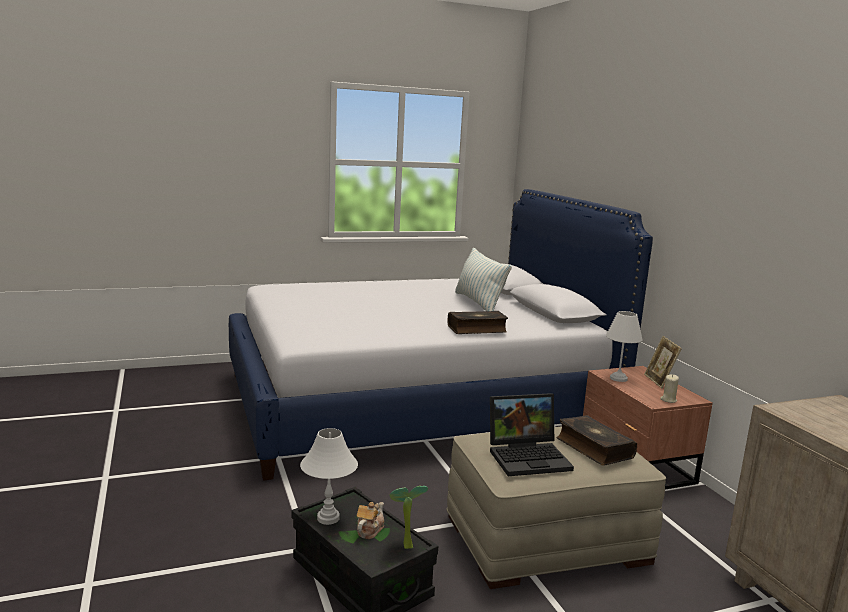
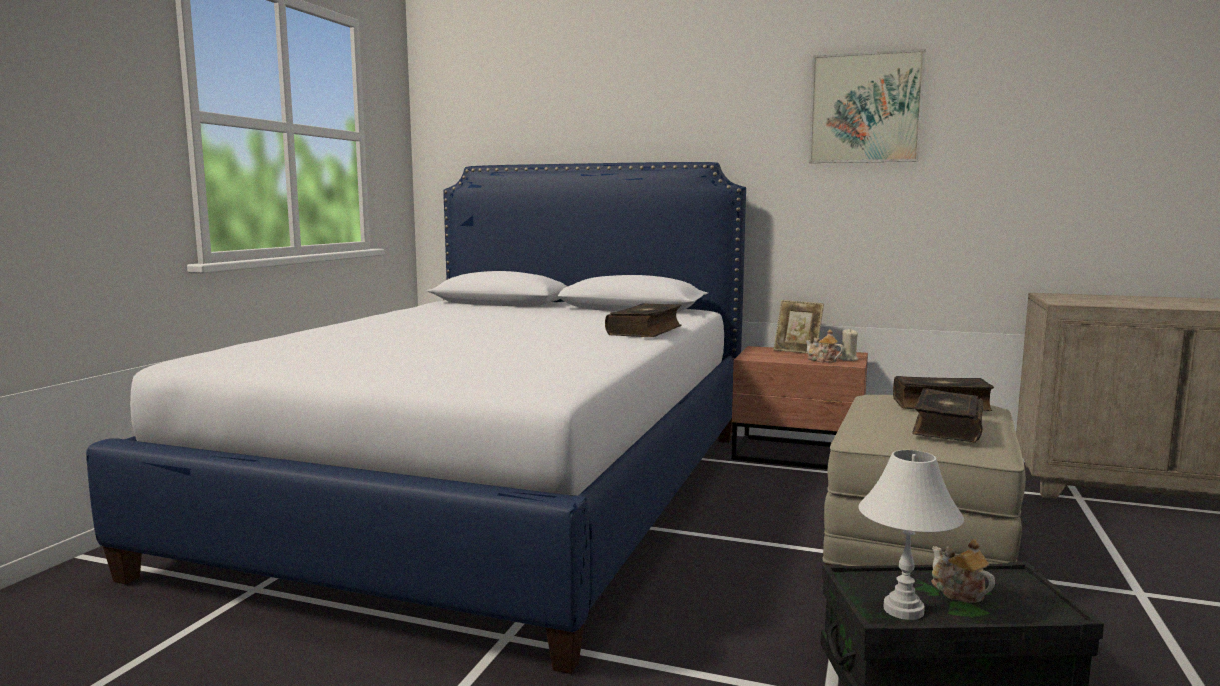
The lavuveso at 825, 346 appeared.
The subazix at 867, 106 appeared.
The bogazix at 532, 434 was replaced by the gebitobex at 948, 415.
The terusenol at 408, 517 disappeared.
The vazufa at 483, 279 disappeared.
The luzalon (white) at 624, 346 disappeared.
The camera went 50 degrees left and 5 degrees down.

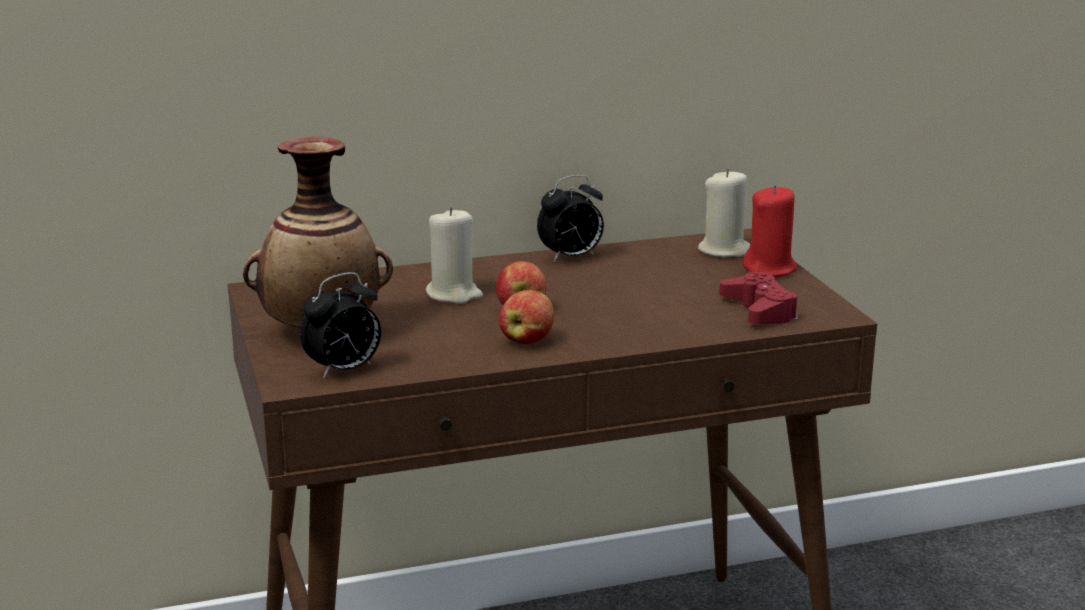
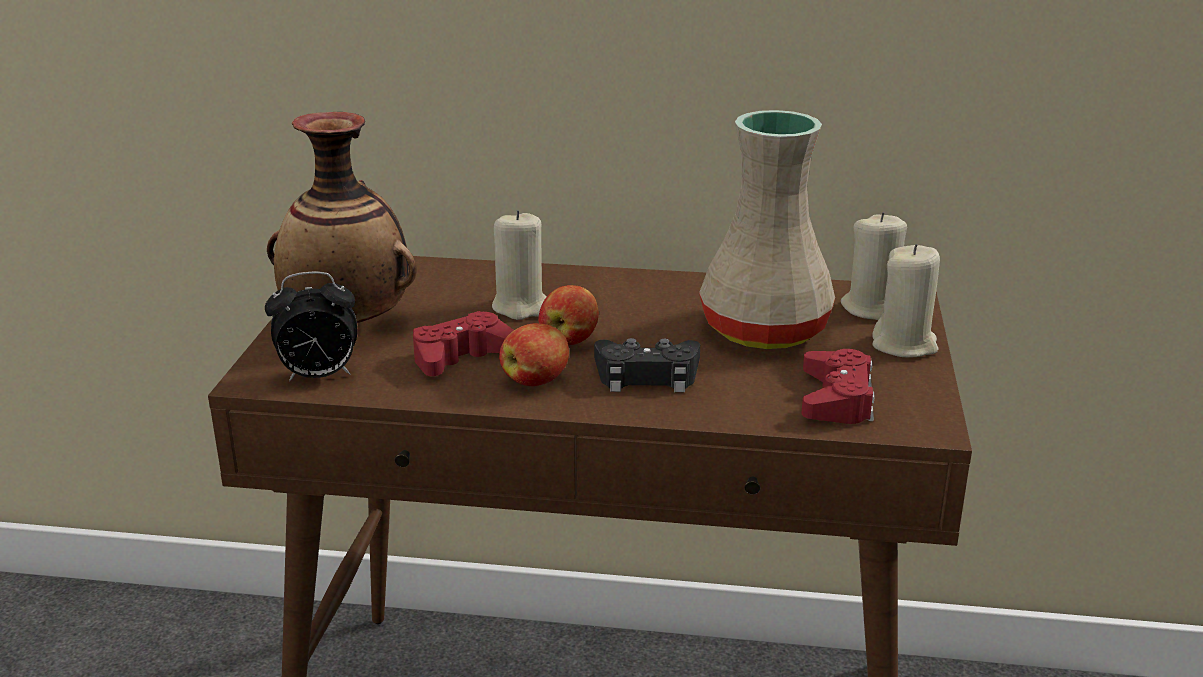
The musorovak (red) at 463, 343 appeared.
The musorovak (black) at 647, 365 appeared.
The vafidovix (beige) at 767, 229 appeared.
The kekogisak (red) at 770, 231 became the kekogisak (beige) at 906, 300.
The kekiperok at 570, 218 disappeared.
The camera went 25 degrees right and 5 degrees up.

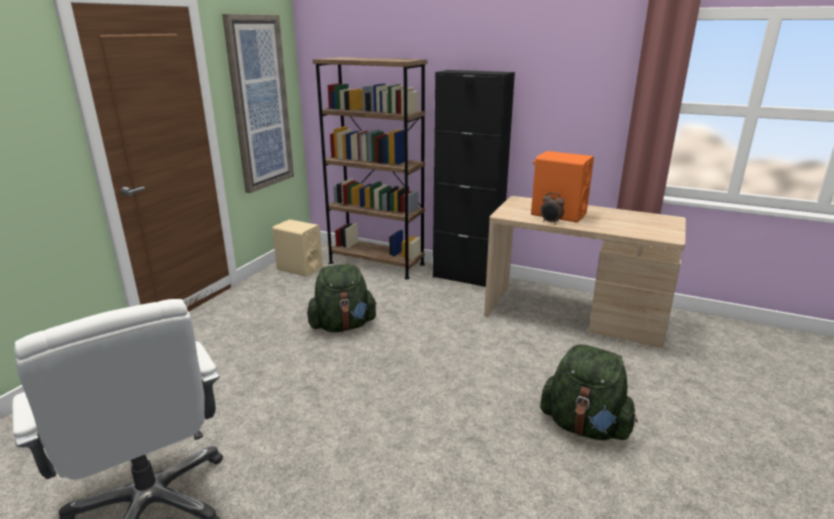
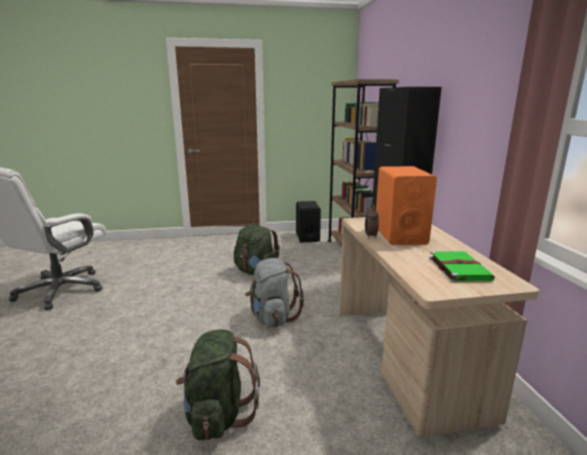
The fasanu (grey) at 274, 293 appeared.
The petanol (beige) at 297, 248 became the petanol (black) at 308, 221.
The gebitobex (green) at 462, 266 appeared.
The subazix at 258, 103 disappeared.
The camera went 55 degrees right and 5 degrees down.

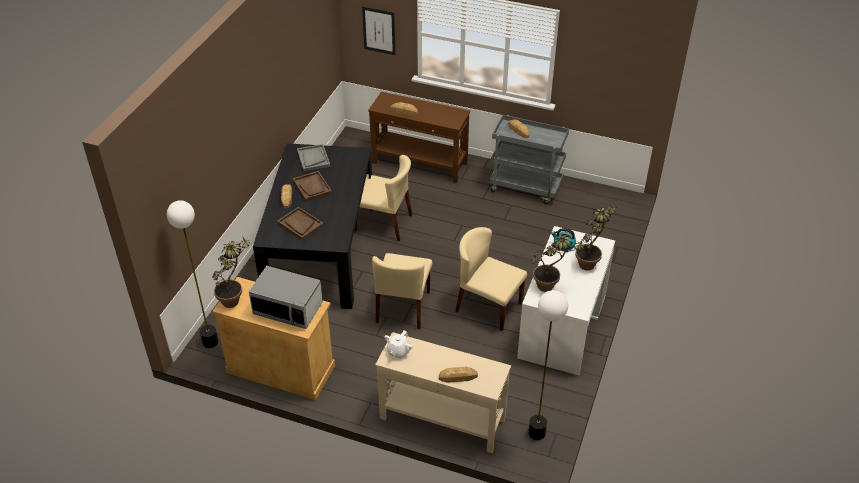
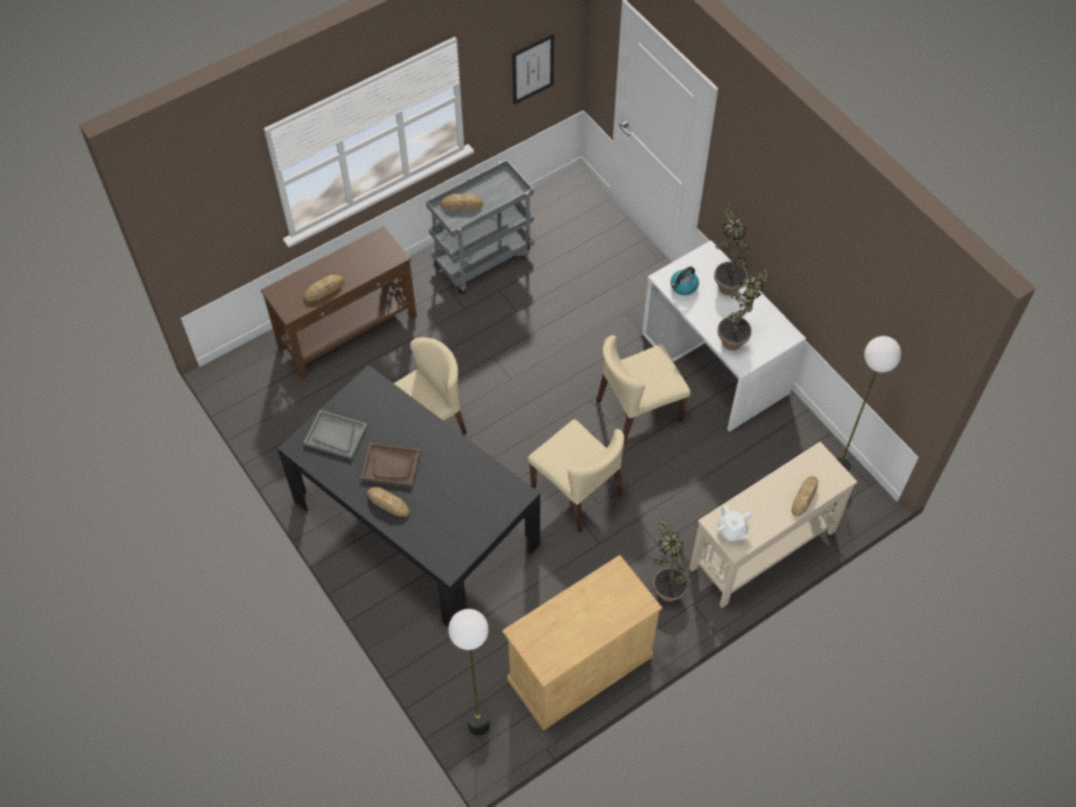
The subazix moved from 378, 30 to 533, 69.
The terusenol moved from 231, 272 to 672, 558.
The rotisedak at 286, 297 disappeared.
The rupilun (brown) at 300, 223 disappeared.
The camera went 55 degrees left and 15 degrees up.

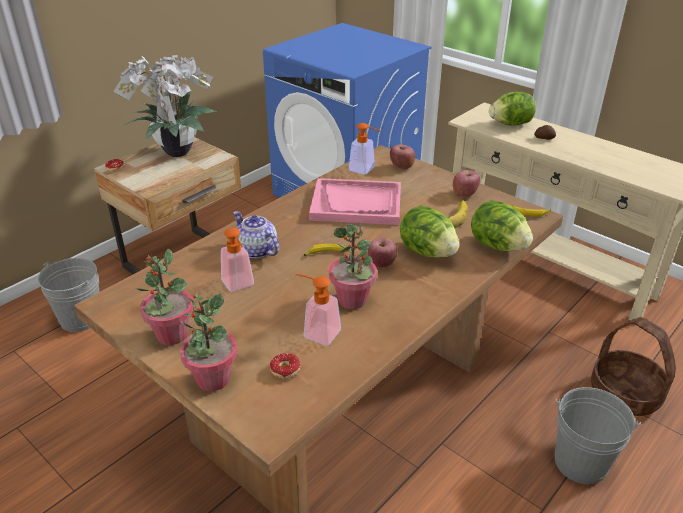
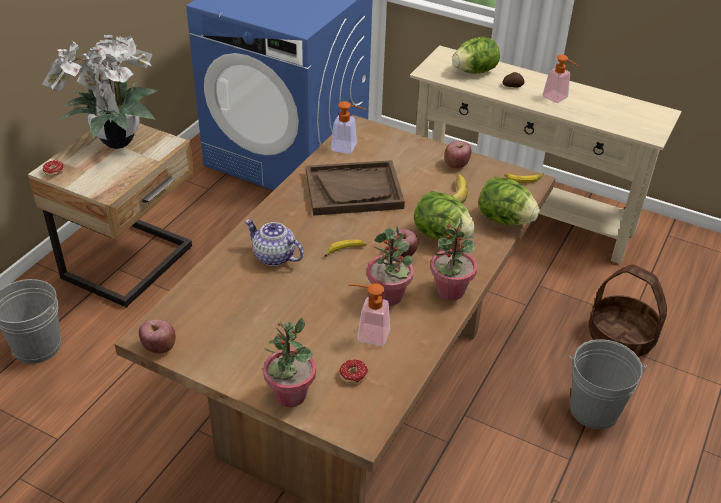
The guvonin moved from 402, 156 to 157, 336.
The rupilun (pink) at 355, 201 became the rupilun (brown) at 355, 188.
The terusenol moved from 164, 297 to 454, 258.
The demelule moved from 237, 260 to 560, 79.
The camera went 15 degrees left and 5 degrees up.

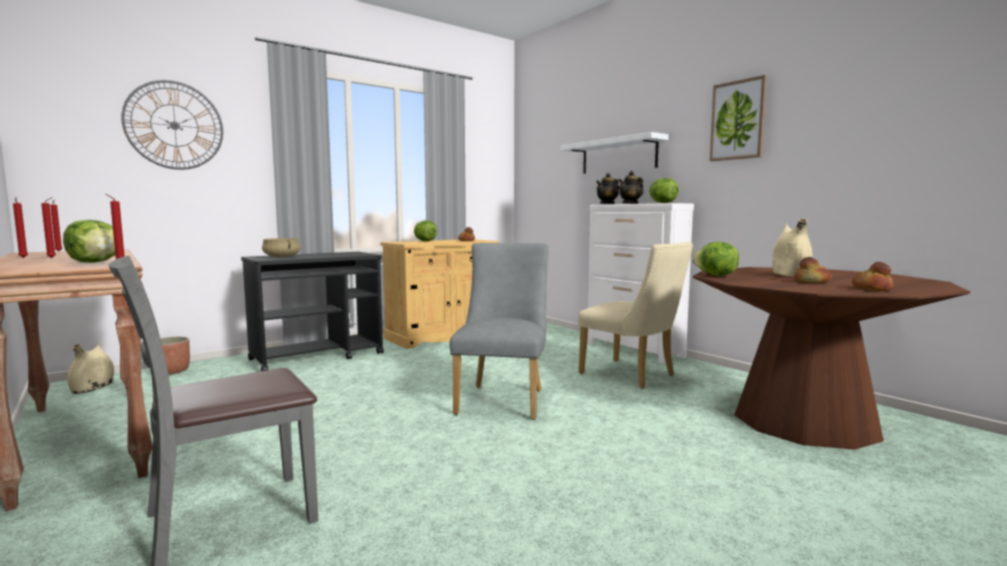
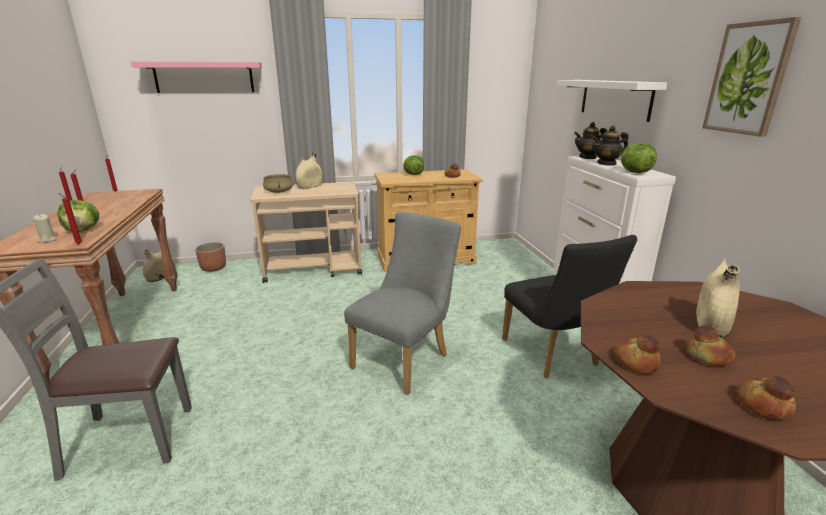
The kekogisak (beige) at 45, 228 appeared.
The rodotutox at 172, 125 was replaced by the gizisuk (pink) at 196, 77.
The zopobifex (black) at 312, 311 became the zopobifex (beige) at 306, 232.
The vafidovix (beige) at 309, 170 appeared.
The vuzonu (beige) at 635, 315 became the vuzonu (black) at 569, 306.
The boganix at 638, 354 appeared.
The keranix at 715, 259 disappeared.
The camera went 25 degrees right and 15 degrees up.

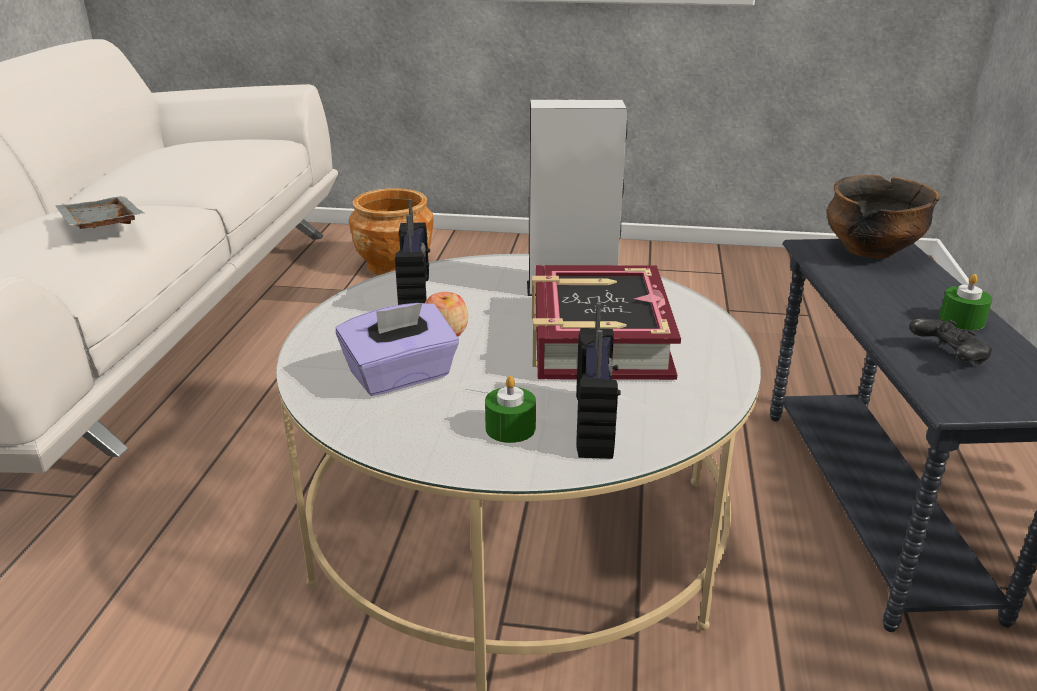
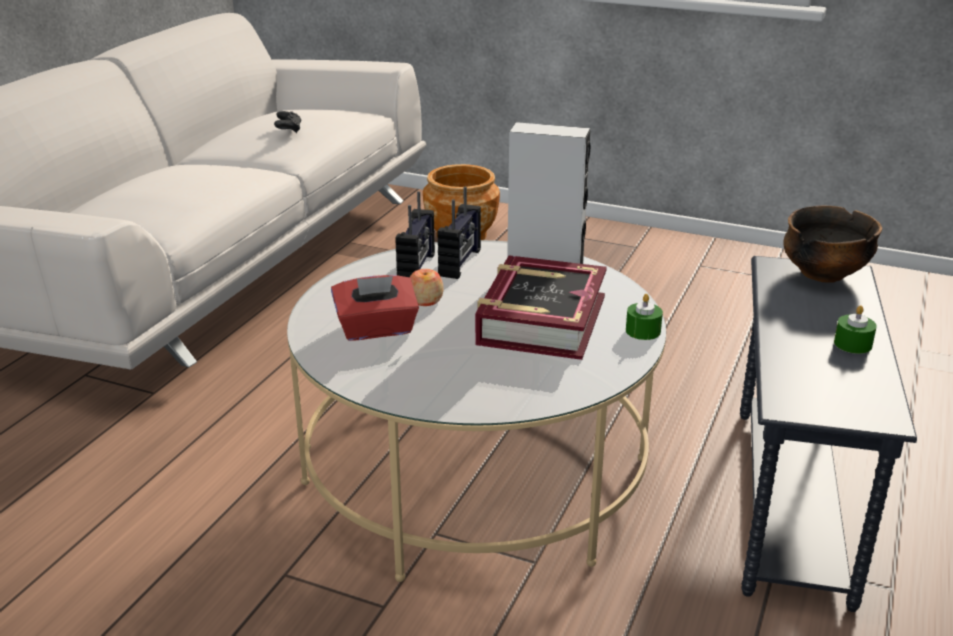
The musorovak (black) moved from 950, 341 to 287, 122.
The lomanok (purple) at 397, 349 became the lomanok (red) at 375, 308.
The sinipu moved from 598, 381 to 459, 233.
The kekogisak (green) moved from 510, 409 to 644, 317.
The rupilun (grey) at 100, 212 disappeared.
The camera went 15 degrees right and 0 degrees up.

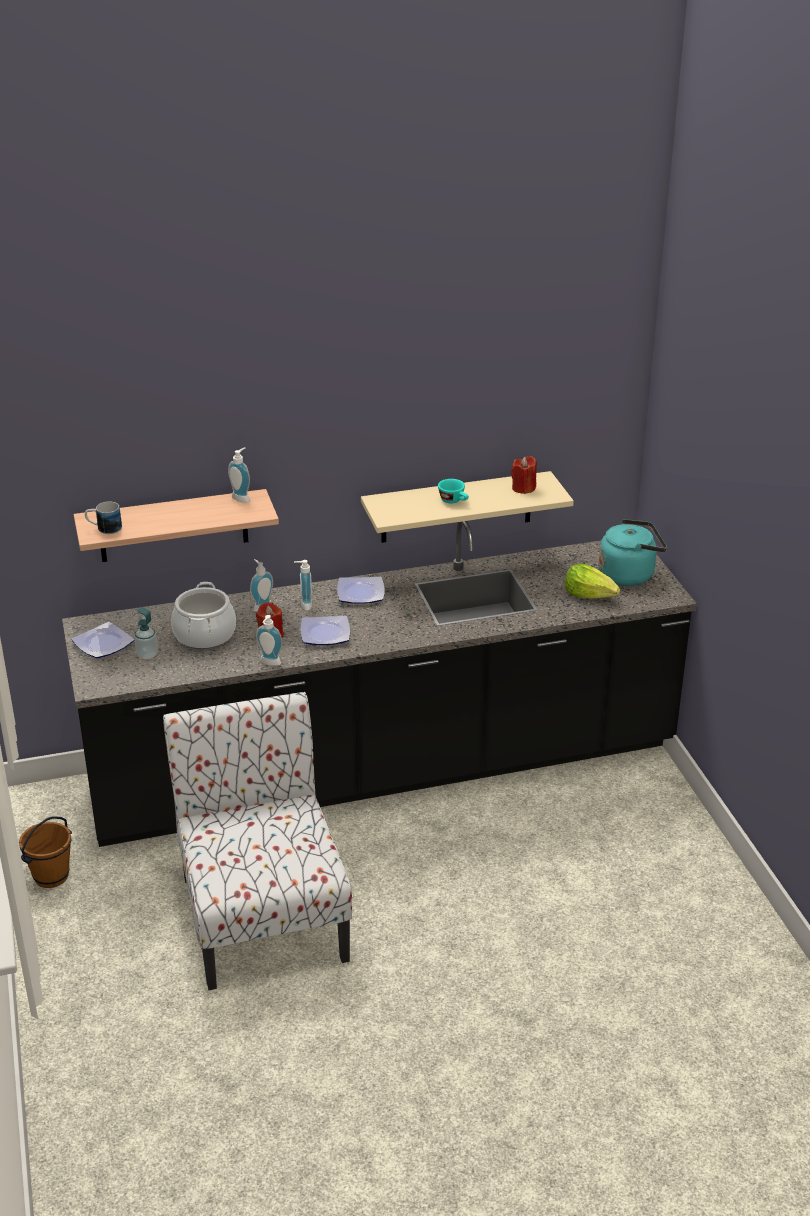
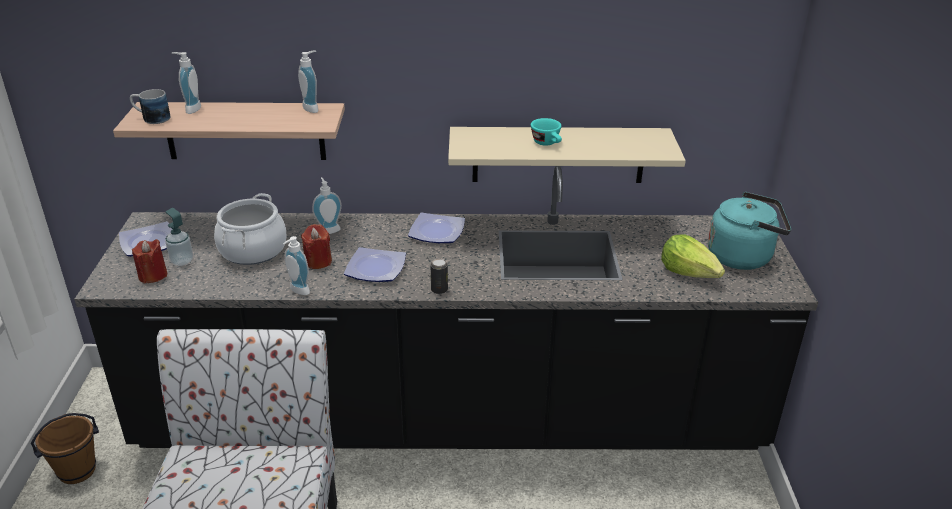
The kekogisak (red) moved from 524, 475 to 149, 261.
The demelule moved from 303, 585 to 186, 83.
The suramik at 439, 276 appeared.
The camera went 15 degrees right and 0 degrees up.

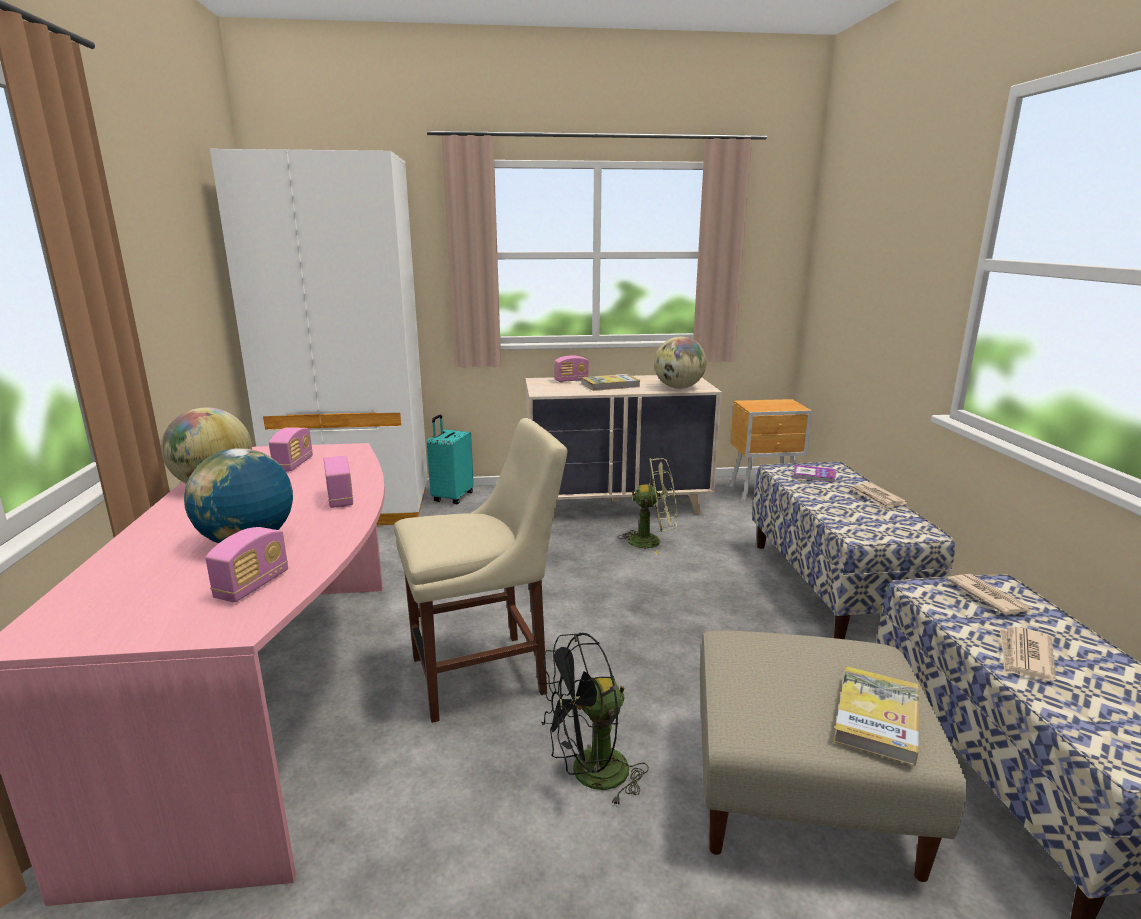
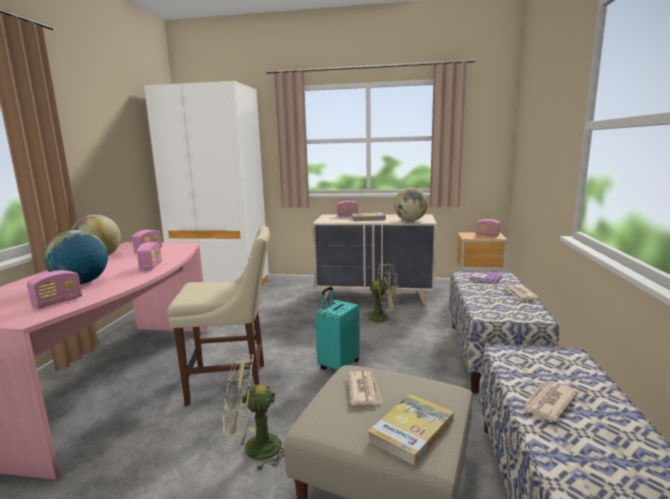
The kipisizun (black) at 594, 718 became the kipisizun (green) at 253, 412.
The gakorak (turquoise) moved from 450, 459 to 337, 328.
The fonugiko moved from 989, 594 to 365, 388.
The sinipu at 488, 227 appeared.
The camera went 15 degrees right and 5 degrees down.

